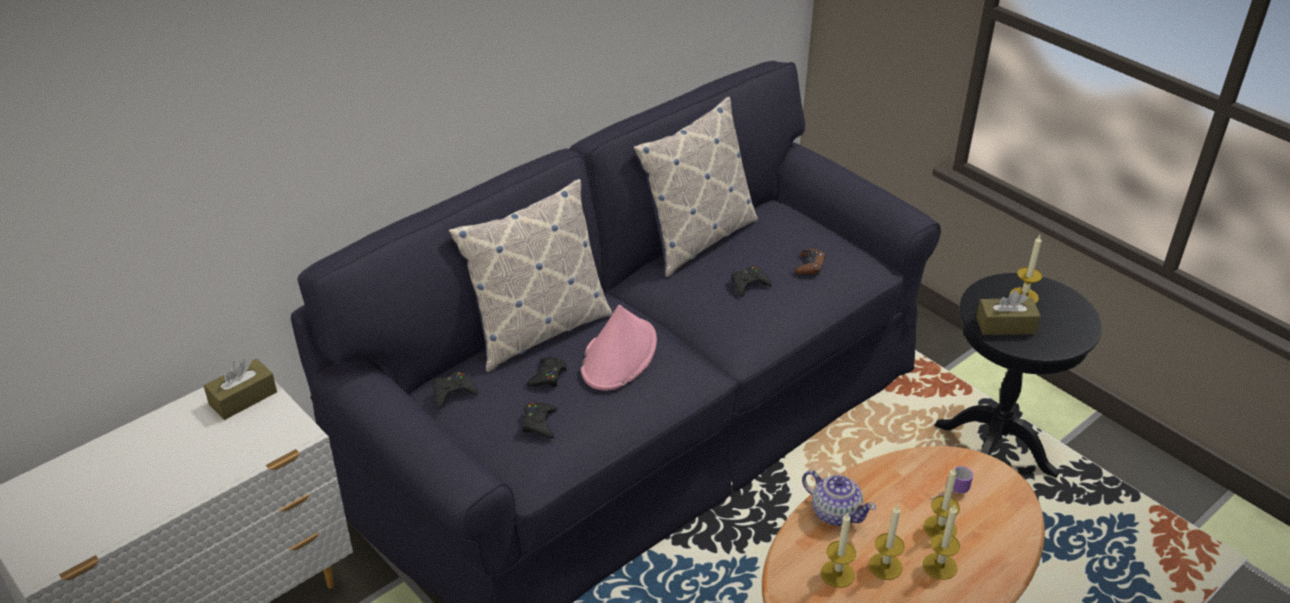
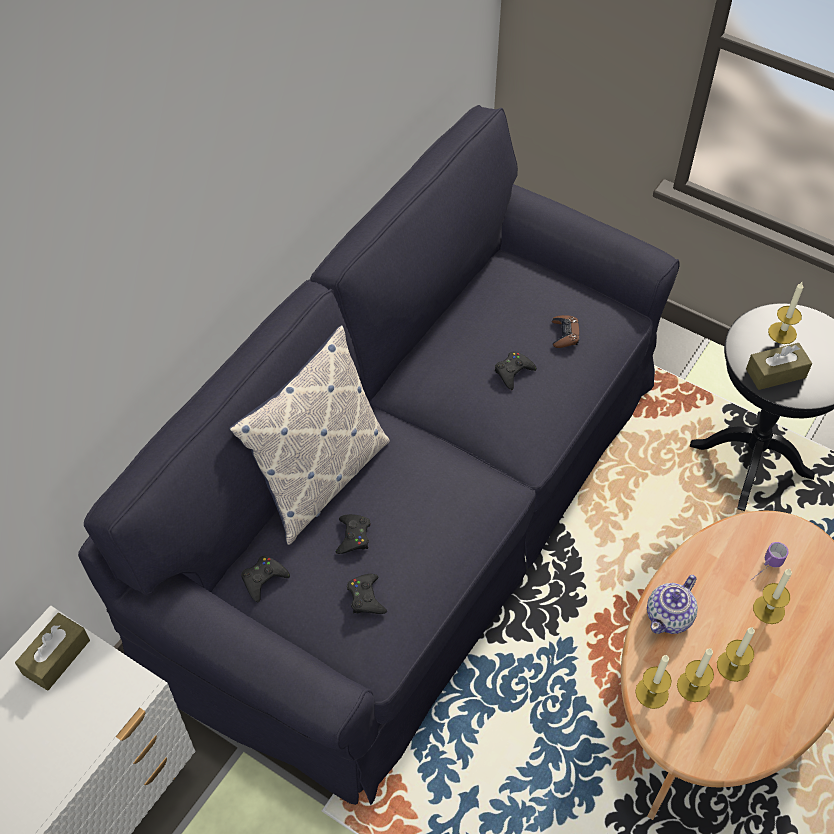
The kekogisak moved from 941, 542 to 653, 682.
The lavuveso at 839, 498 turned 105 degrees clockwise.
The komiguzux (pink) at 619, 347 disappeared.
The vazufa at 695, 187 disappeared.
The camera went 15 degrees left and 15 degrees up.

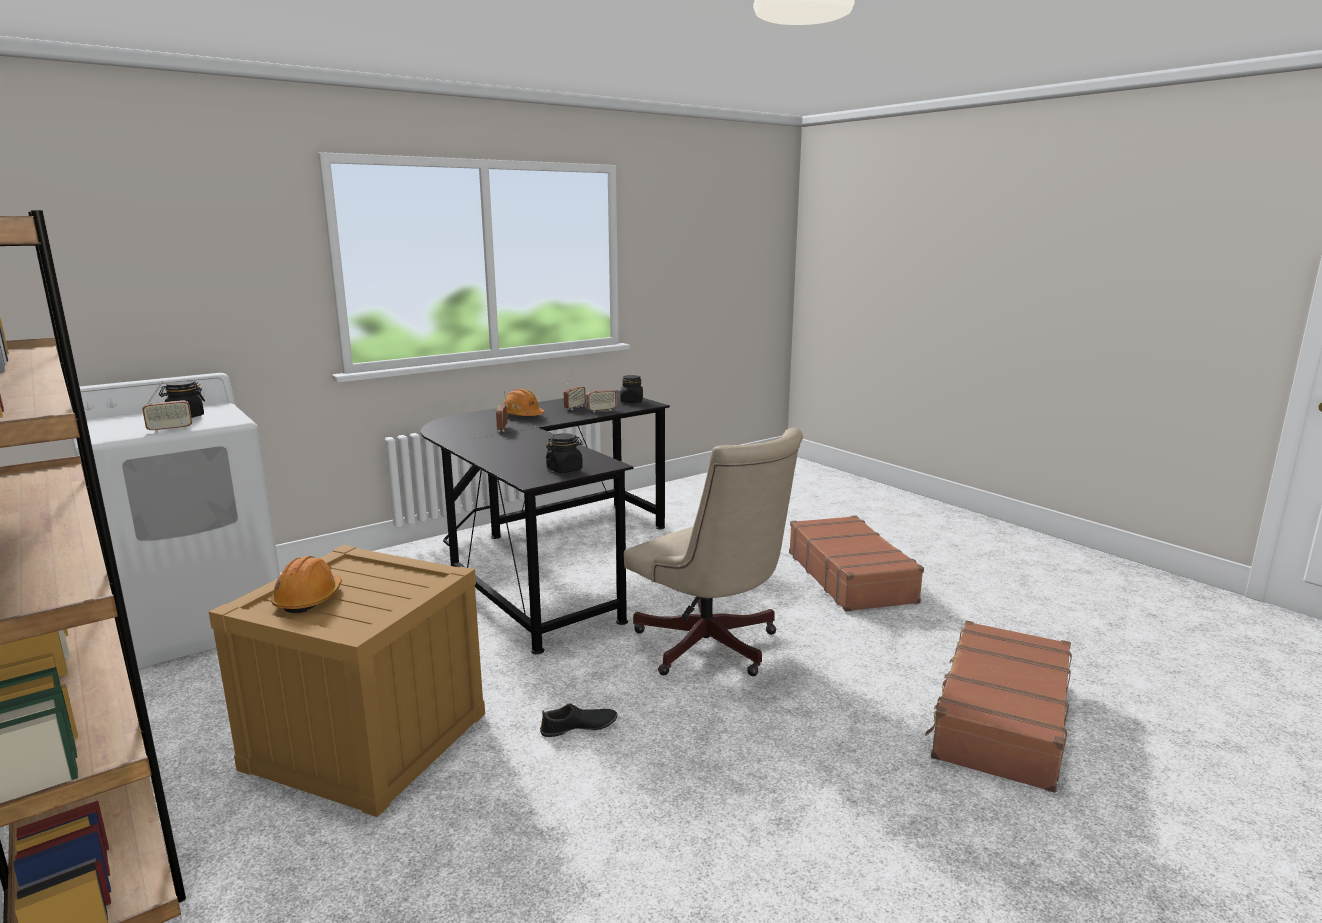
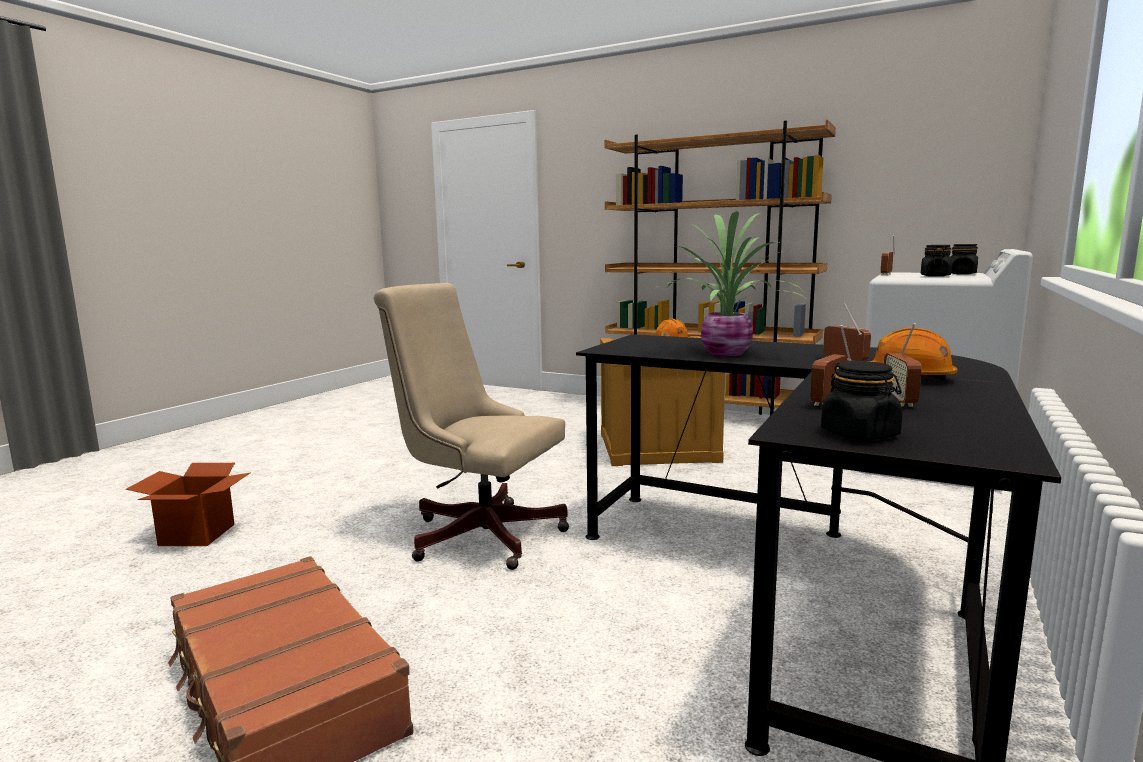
The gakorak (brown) at 998, 706 was replaced by the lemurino at 187, 504.
The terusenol at 728, 283 appeared.
The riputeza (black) moved from 564, 453 to 964, 259.
The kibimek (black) at 578, 720 disappeared.
The camera went 155 degrees right and 5 degrees down.

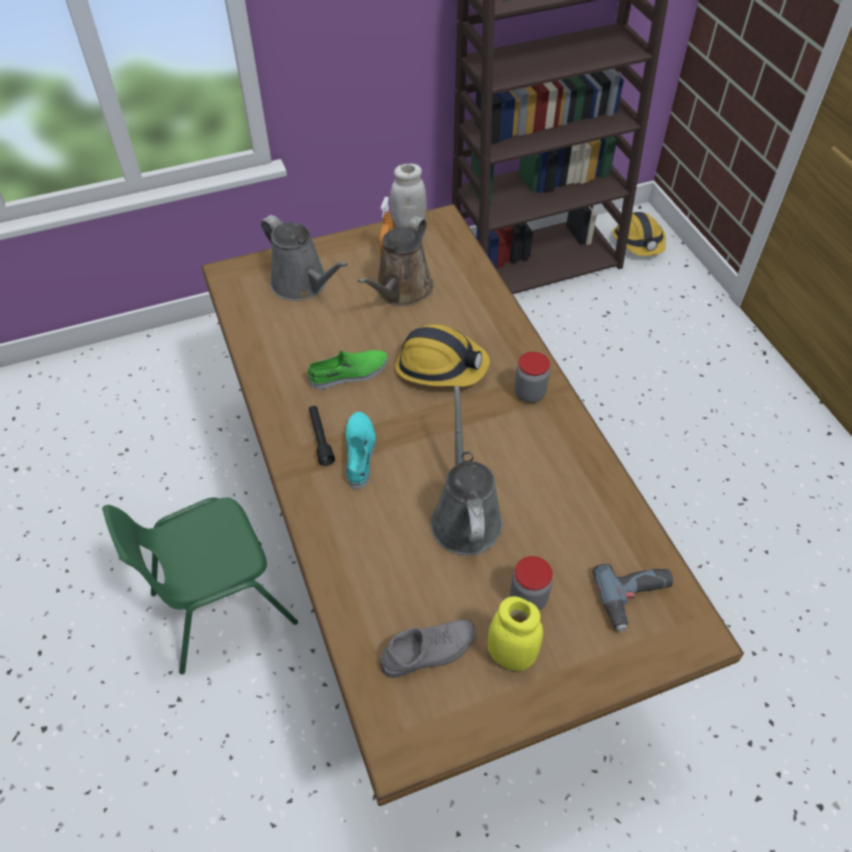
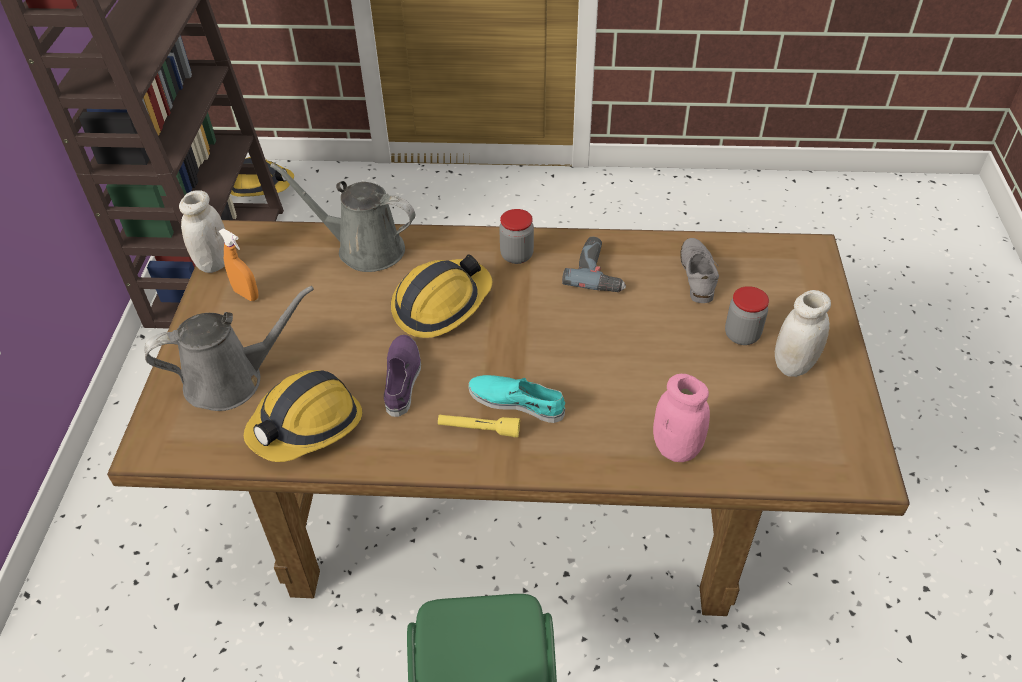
The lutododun at 303, 416 appeared.
The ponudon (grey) moved from 466, 471 to 342, 217.
The kibimek (green) at 348, 369 became the kibimek (purple) at 402, 376.
The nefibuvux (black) at 322, 436 became the nefibuvux (yellow) at 479, 426.
The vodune moved from 633, 598 to 594, 264.
The riputeza (pink) at 681, 418 appeared.
The kibimek (grey) moved from 428, 649 to 699, 270.
The riputeza (yellow) at 515, 633 became the riputeza (white) at 803, 333.
The ponudon (brown) at 395, 261 disappeared.
The camera went 65 degrees left and 5 degrees down.

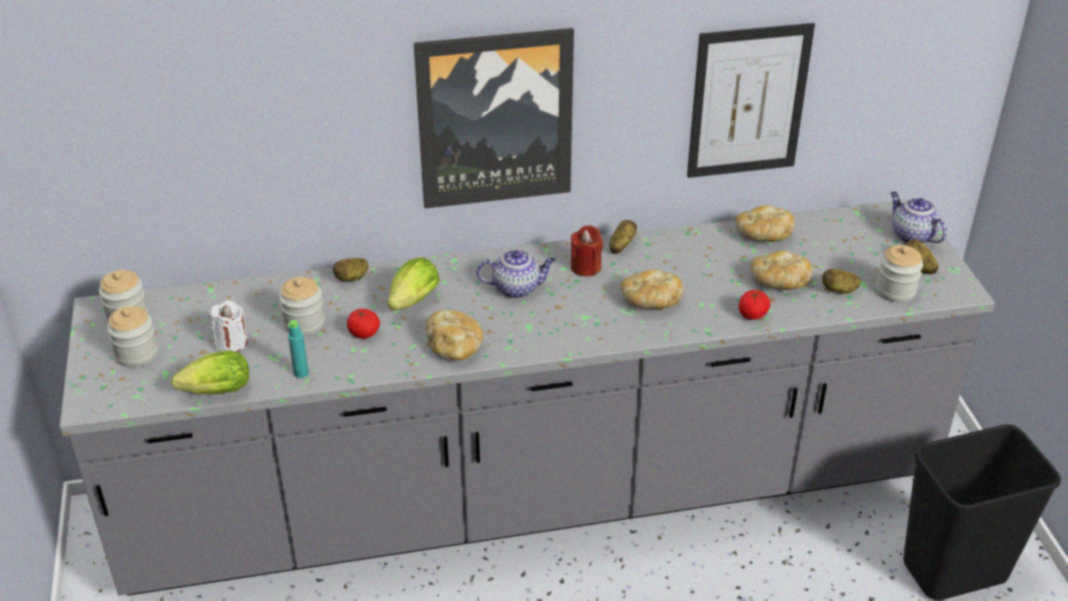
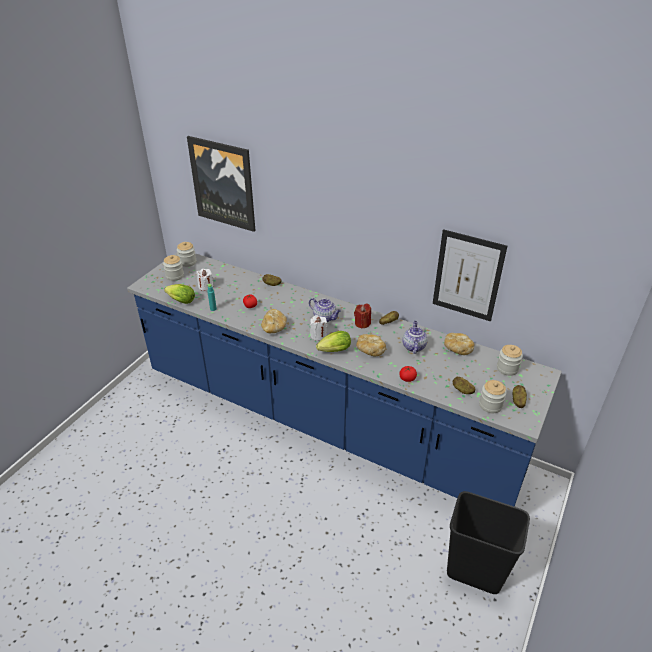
The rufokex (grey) at 527, 397 became the rufokex (blue) at 344, 379.
The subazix moved from 494, 118 to 221, 184.
The kekogisak (white) at 318, 327 appeared.
The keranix moved from 413, 283 to 333, 341.
The lavuveso moved from 918, 217 to 415, 337.
The riputeza moved from 302, 306 to 510, 360.
The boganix at 781, 270 disappeared.
The camera went 40 degrees right and 0 degrees up.

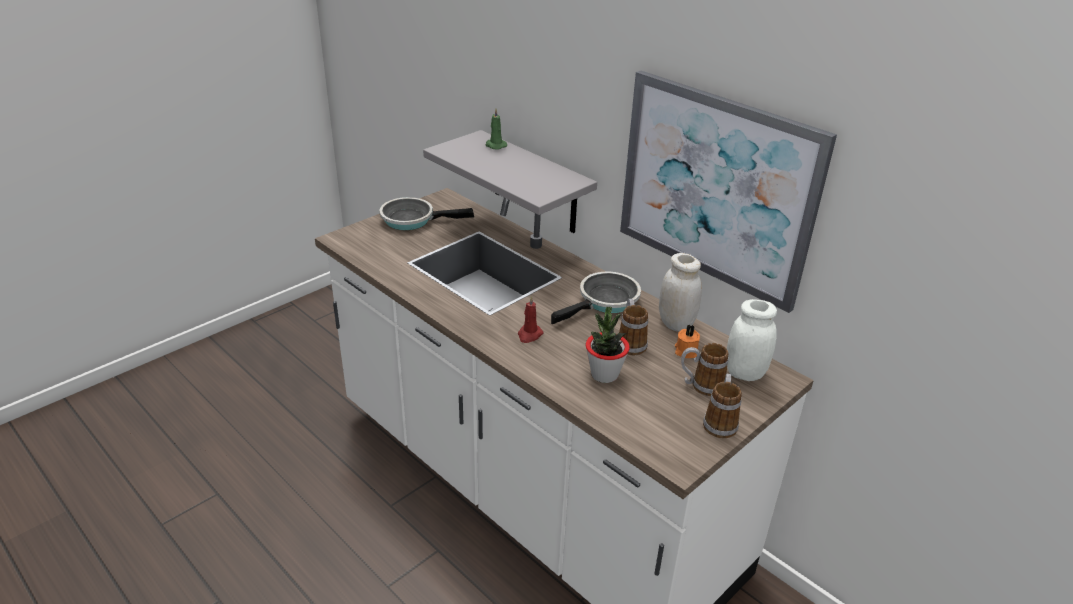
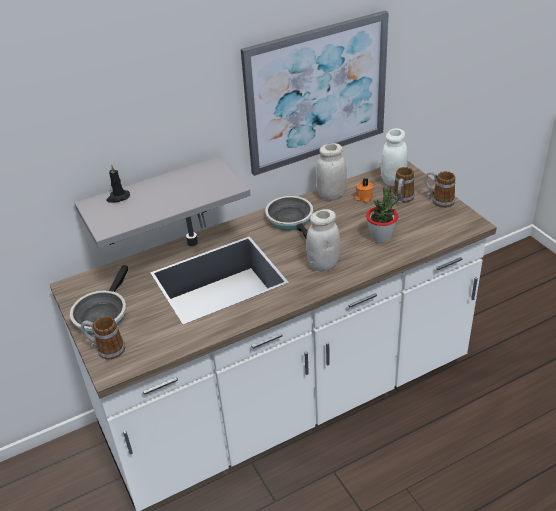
The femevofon moved from 633, 327 to 103, 338.
The kekogisak (green) at 496, 129 became the kekogisak (black) at 118, 183.
The kekogisak (red) at 530, 319 was replaced by the riputeza (white) at 323, 240.
The camera went 70 degrees left and 5 degrees up.

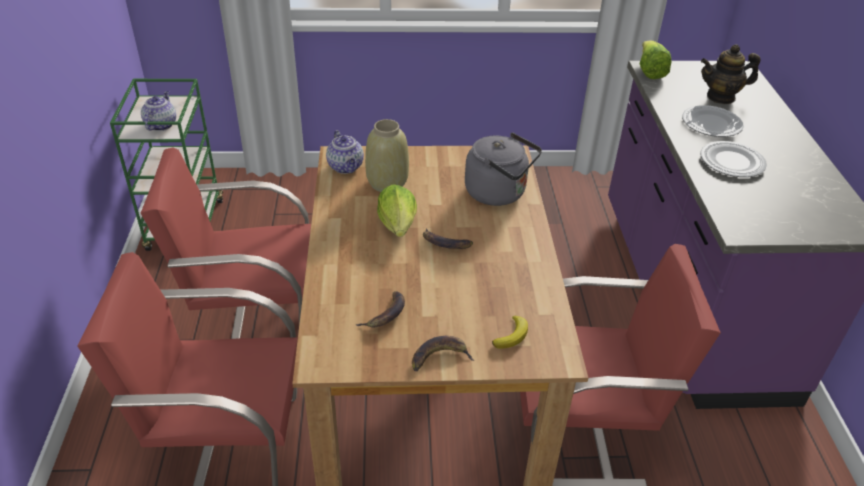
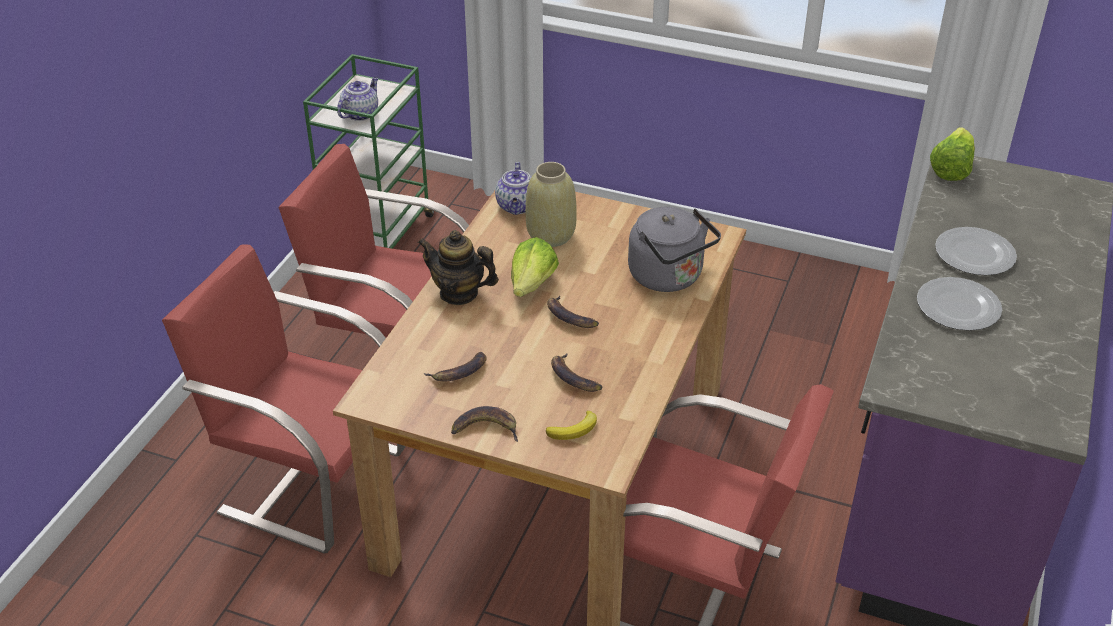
The lavuveso moved from 730, 74 to 458, 267.
The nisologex at 577, 373 appeared.
The camera went 25 degrees right and 0 degrees up.

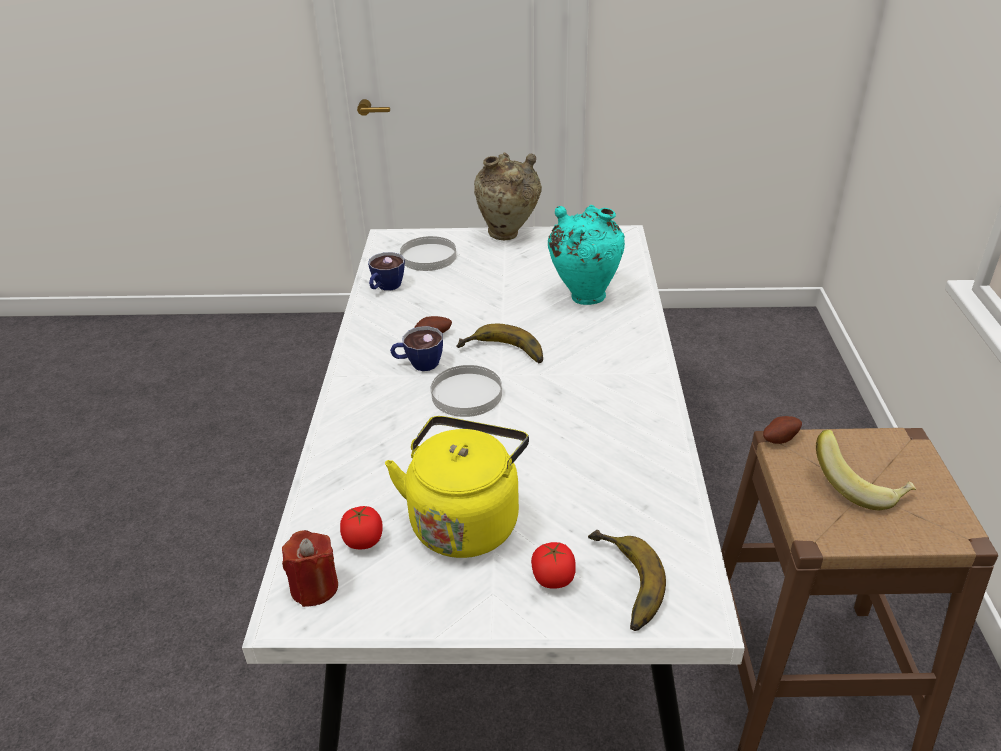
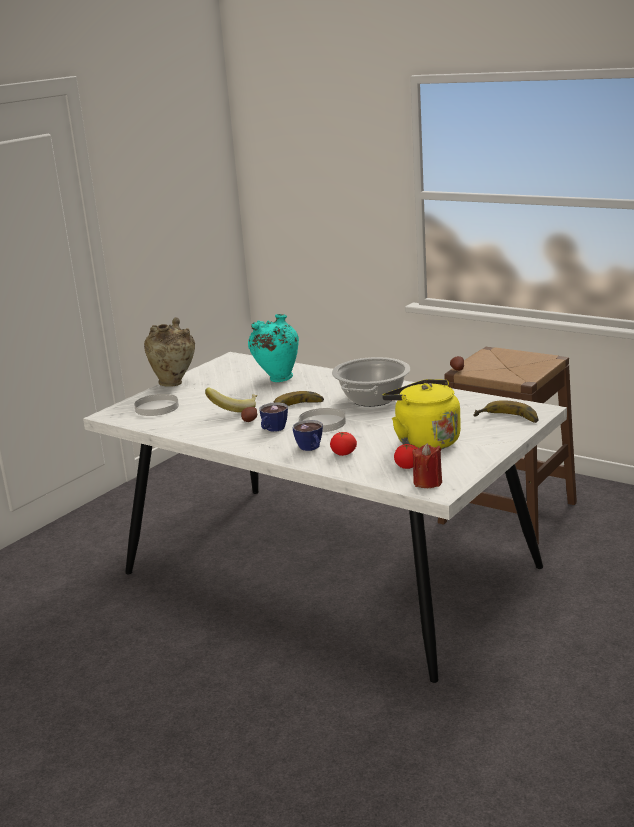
The nisologex moved from 866, 469 to 231, 400.
The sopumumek moved from 386, 271 to 308, 435.
The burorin moved from 553, 565 to 343, 444.
The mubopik at 371, 382 appeared.
The camera went 55 degrees left and 15 degrees down.

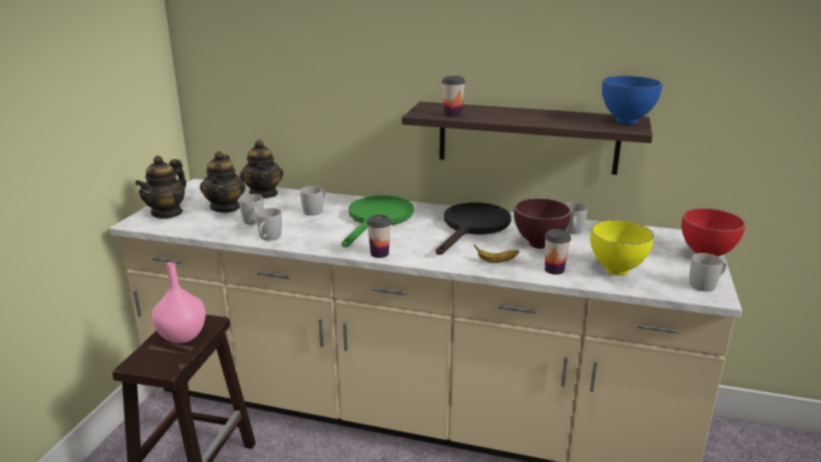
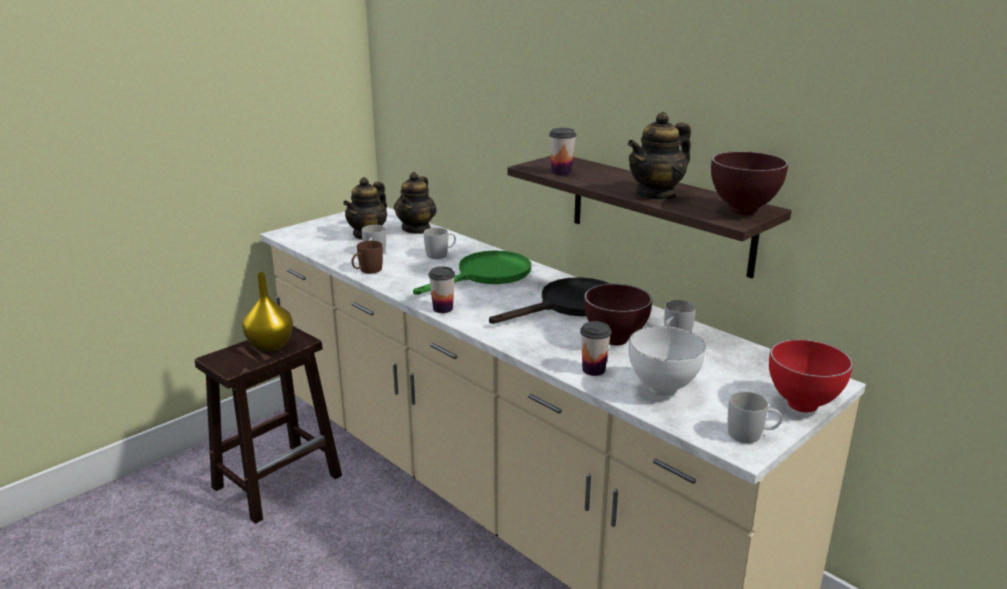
The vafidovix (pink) at 179, 302 became the vafidovix (yellow) at 267, 312.
The femevofon (white) at 269, 224 became the femevofon (brown) at 367, 257.
The lavuveso moved from 160, 187 to 659, 156.
The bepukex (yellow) at 622, 248 became the bepukex (white) at 667, 361.
The bepukex (blue) at 632, 100 became the bepukex (brown) at 749, 183.
The nisologex at 496, 253 disappeared.
The camera went 30 degrees right and 0 degrees up.

